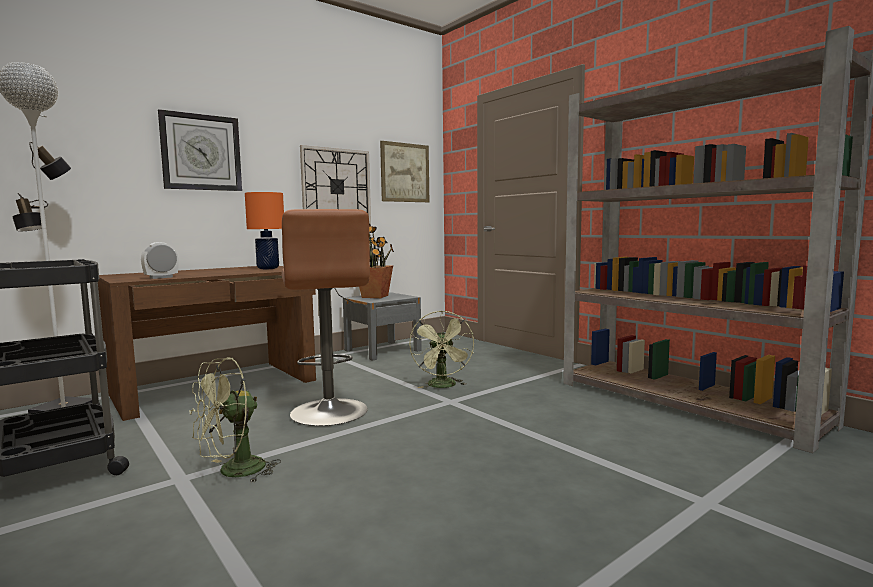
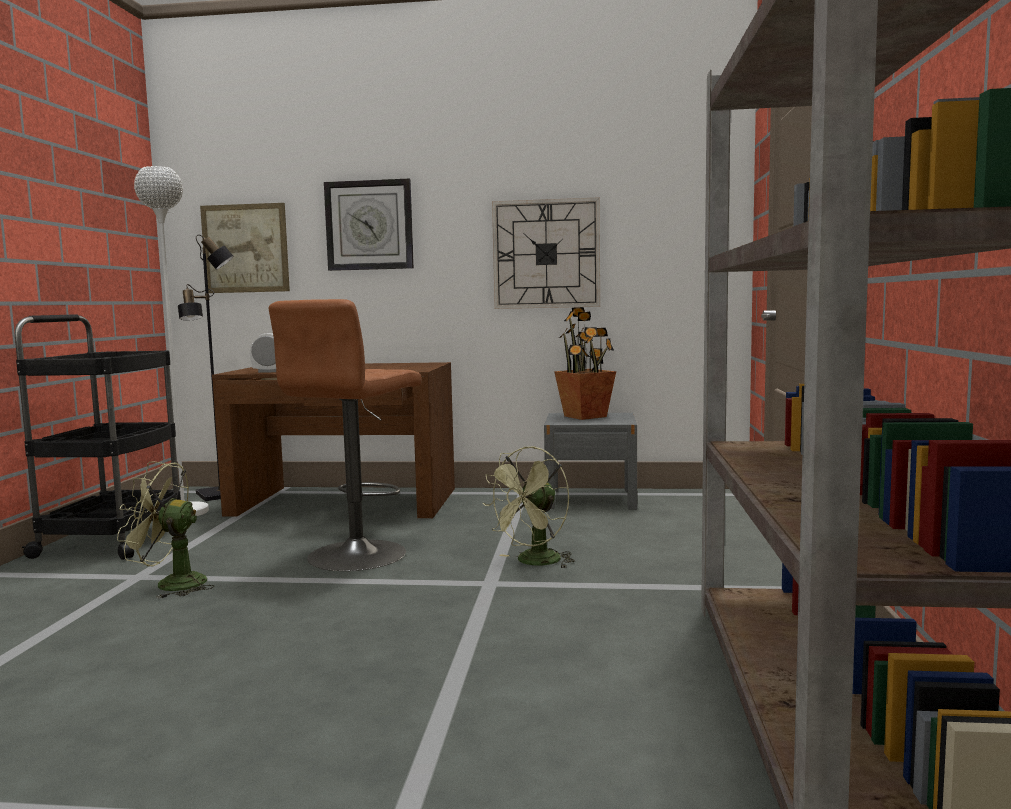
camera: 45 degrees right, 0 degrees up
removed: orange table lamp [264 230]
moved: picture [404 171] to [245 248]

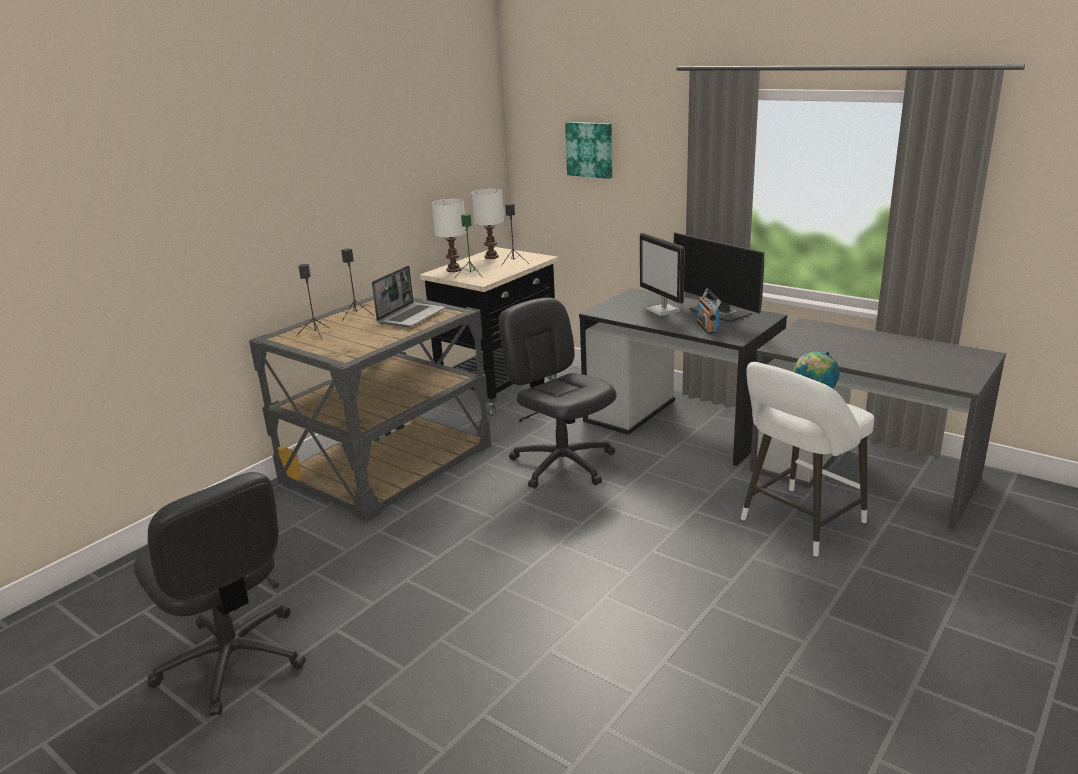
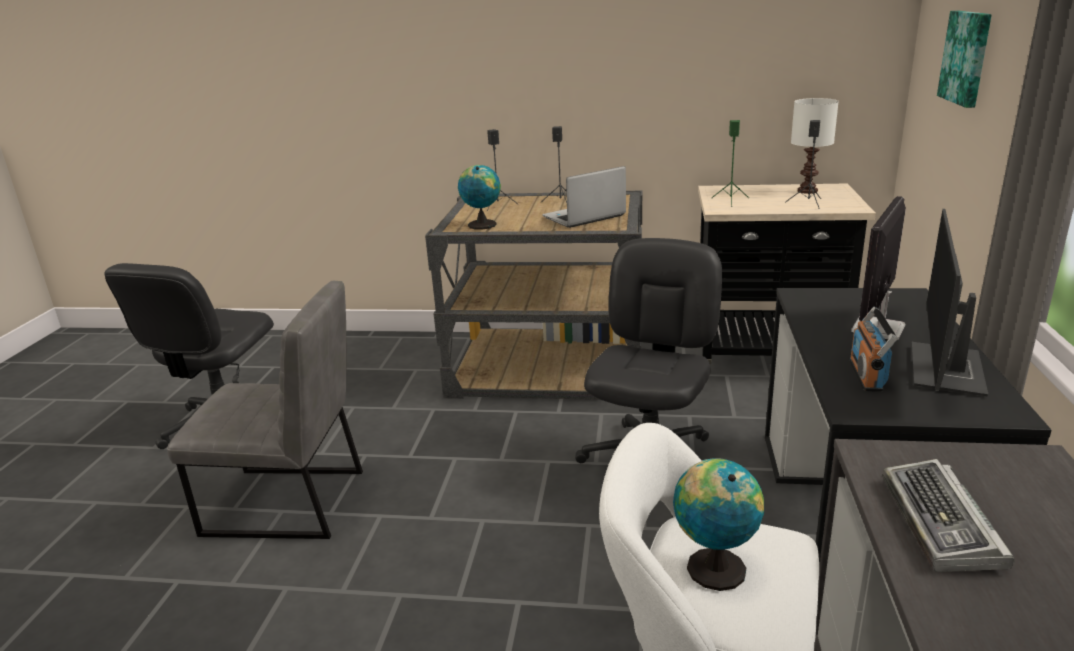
camera: 60 degrees right, 0 degrees up
removed: white table lamp [448 235]
added: globe [479 197]; grey chair [265 410]; keyboard [948 515]
turned: laptop [409 296] = [584 197] 150 degrees clockwise; radio [709 311] = [873 349] 45 degrees counterclockwise

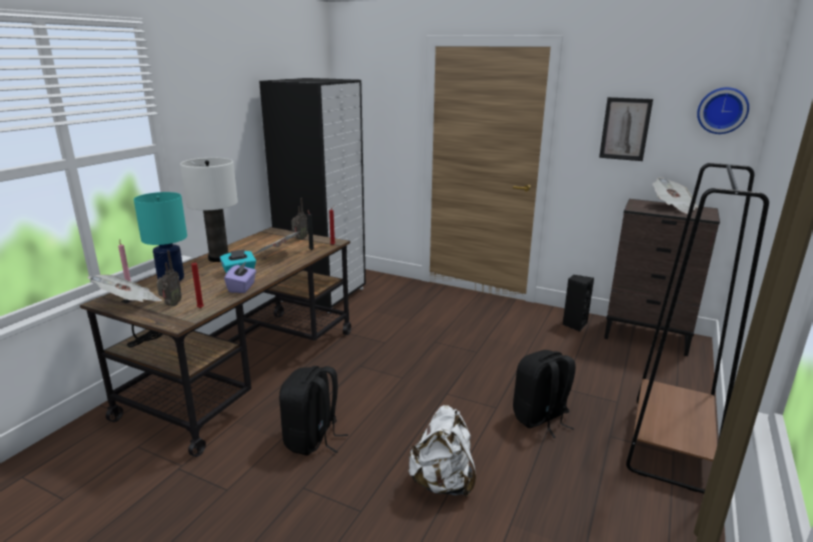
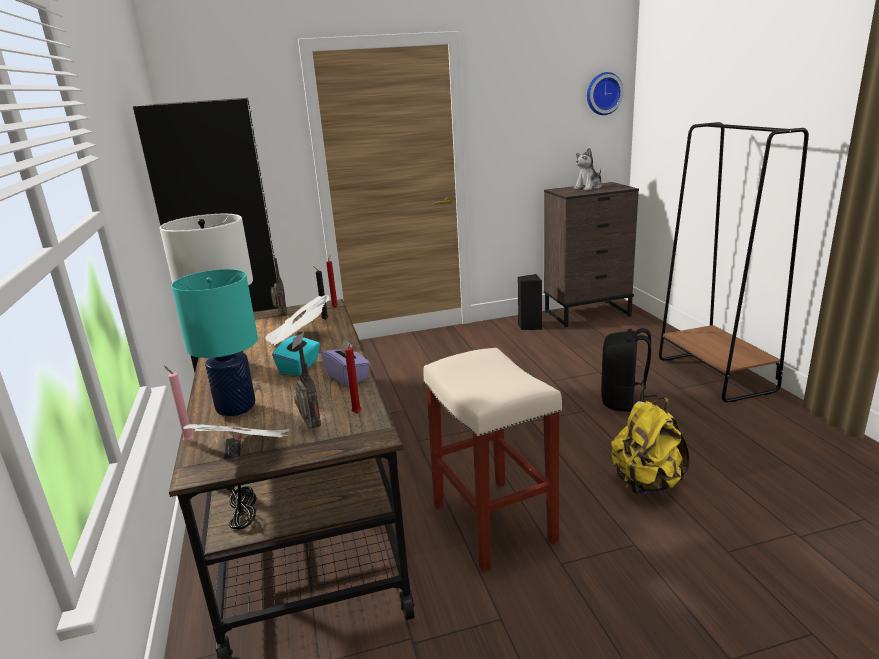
camera: 40 degrees left, 0 degrees up
removed: picture [626 129]
replaced: newspaper [676 195] to plush toy [587 169]; black backpack [313 411] to beige stool [492 459]
recoloured: white backpack [442 451] to yellow backpack [650 446]

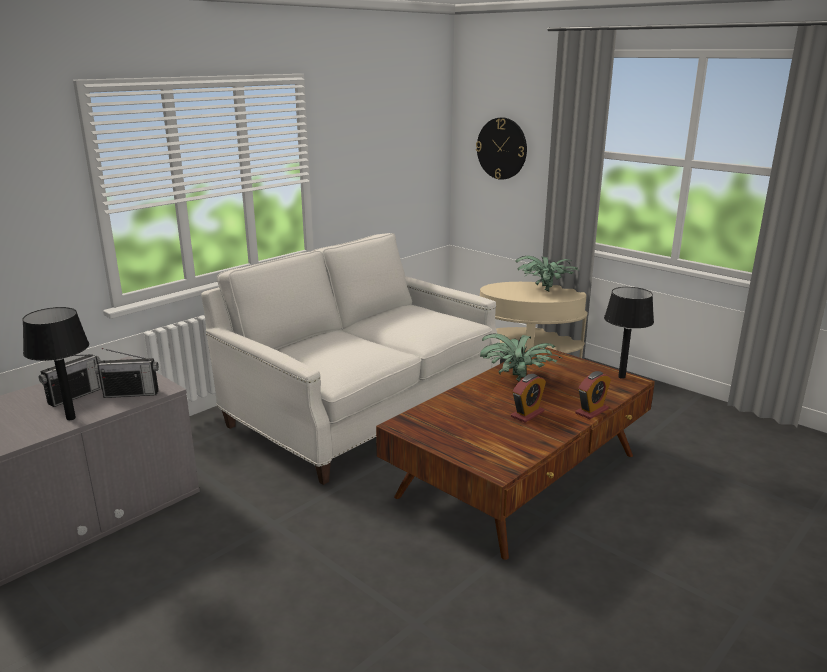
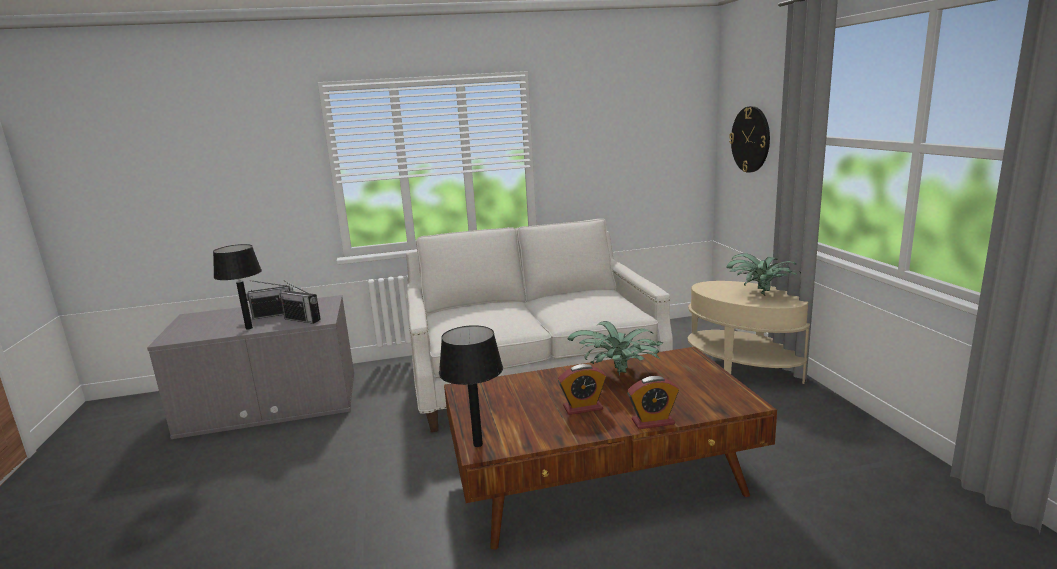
camera: 35 degrees right, 5 degrees down
moved: black table lamp [629 333] to [471 386]

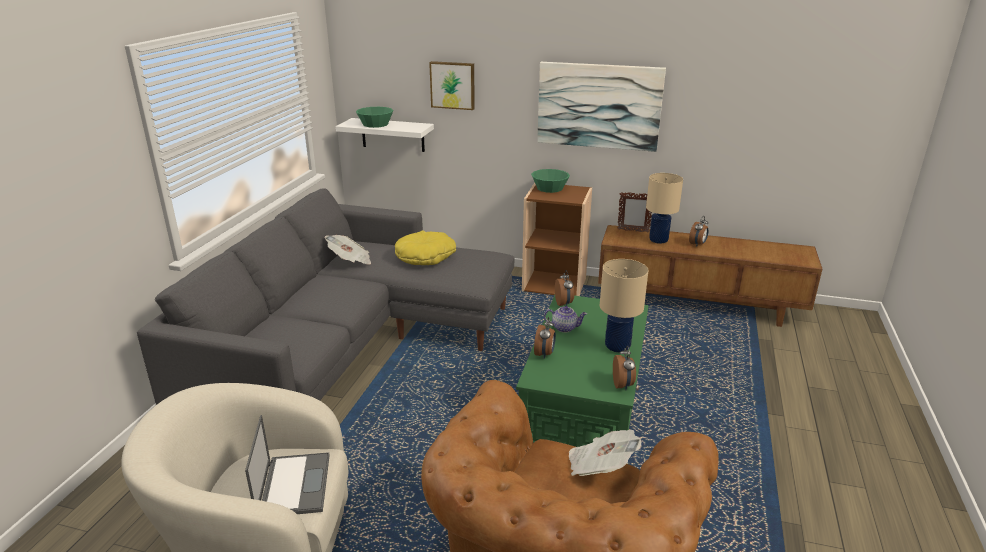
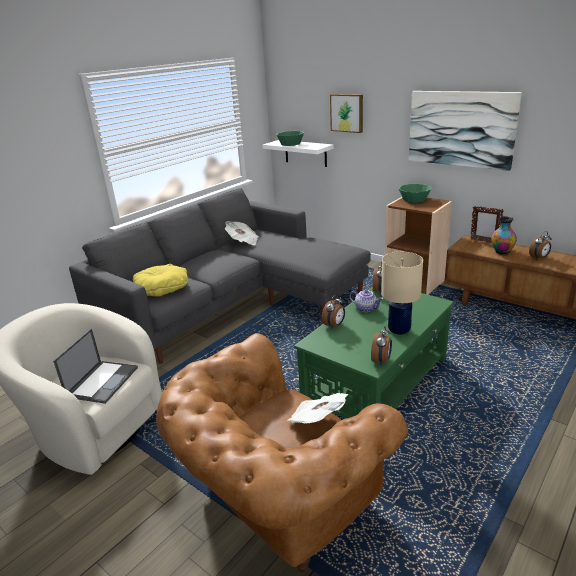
camera: 25 degrees right, 0 degrees up
moved: yellow pillow [425 247] to [160 280]
replaced: beige table lamp [664 208] to vase [504 235]

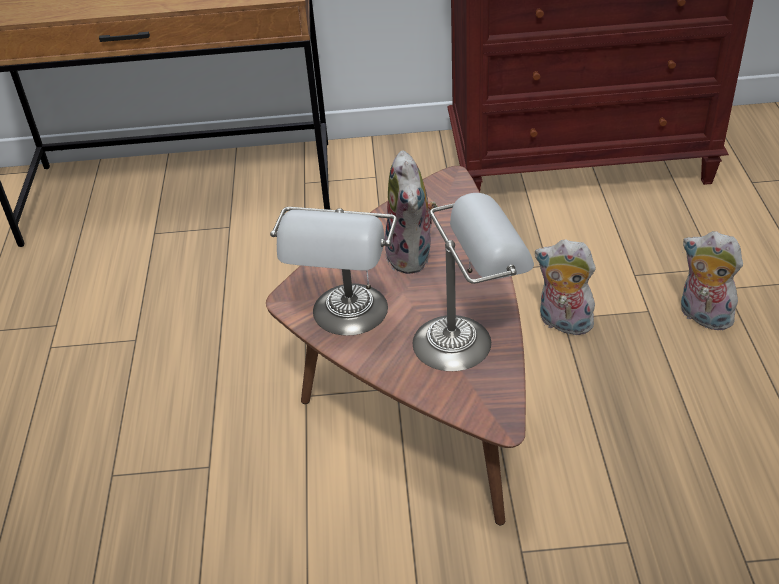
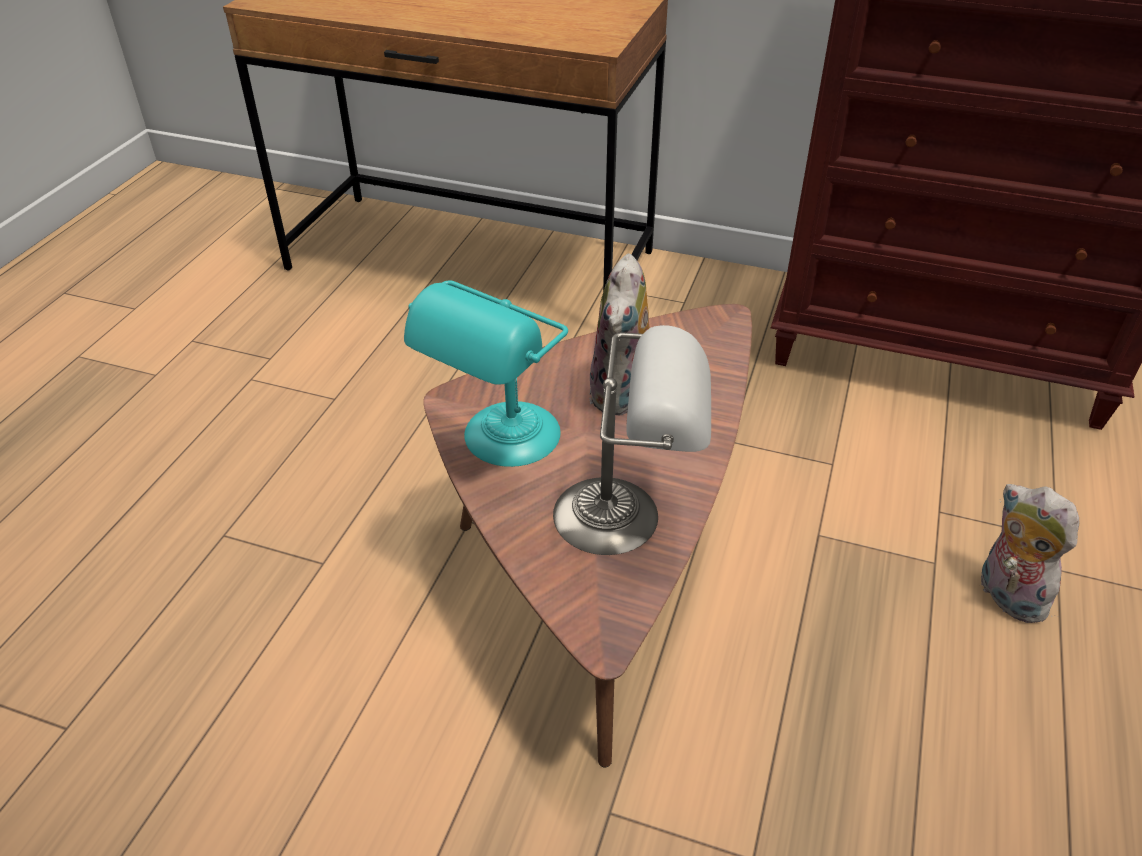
camera: 20 degrees right, 0 degrees up
removed: plush toy [566 287]
recoloured: white table lamp [333 271] to turquoise table lamp [486 373]

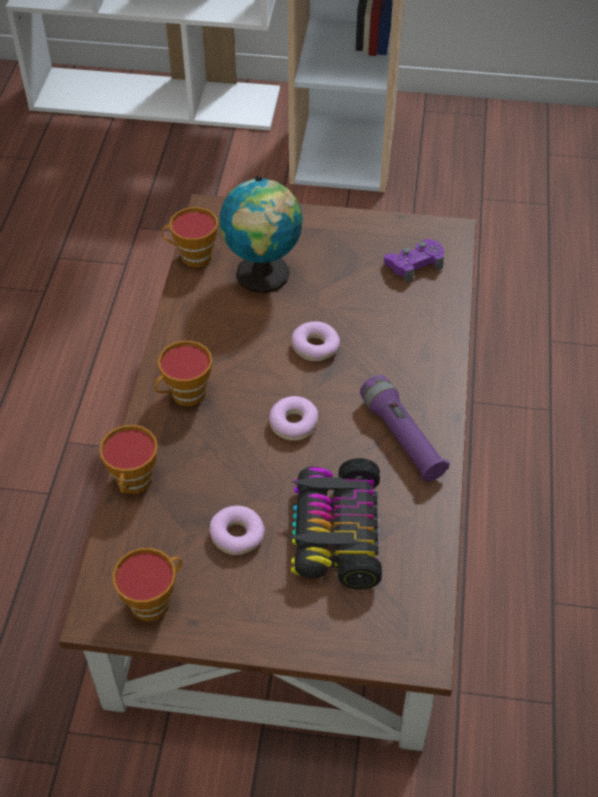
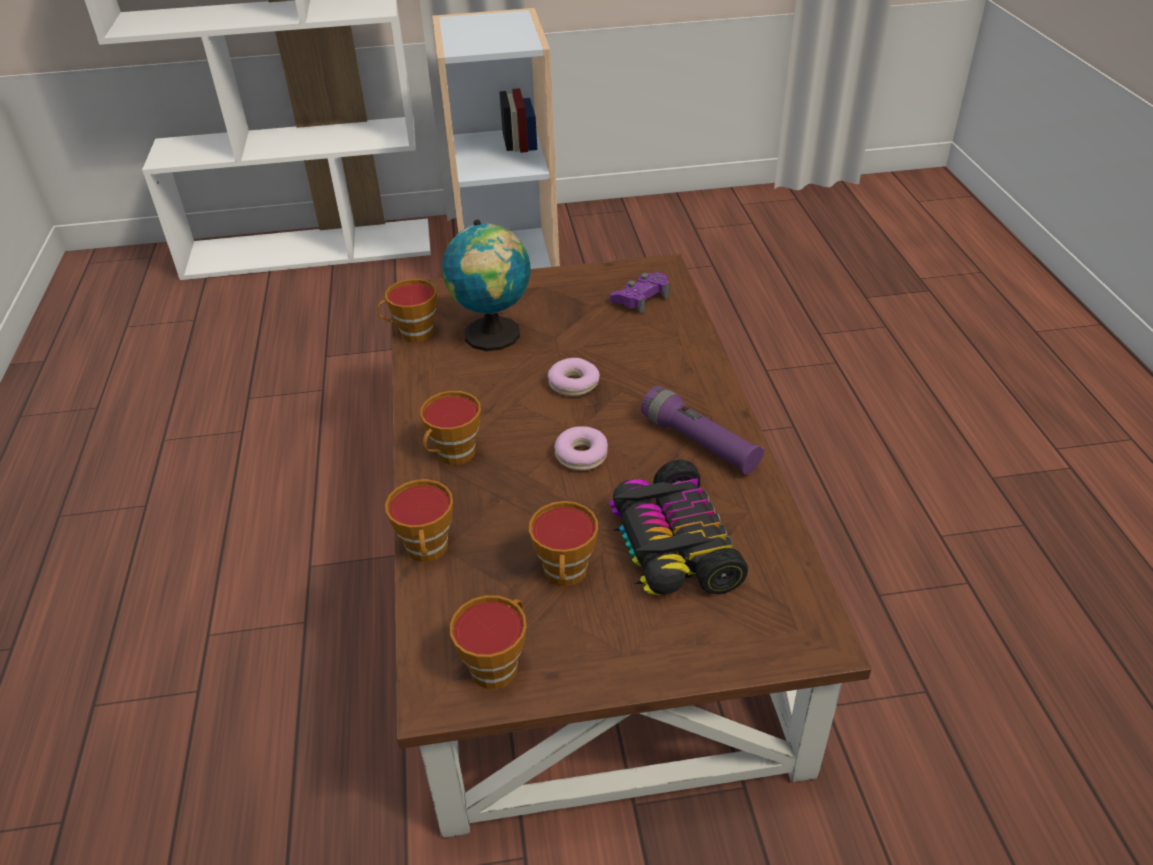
camera: 15 degrees left, 10 degrees down
replaced: donut [237 530] to cup [563 543]

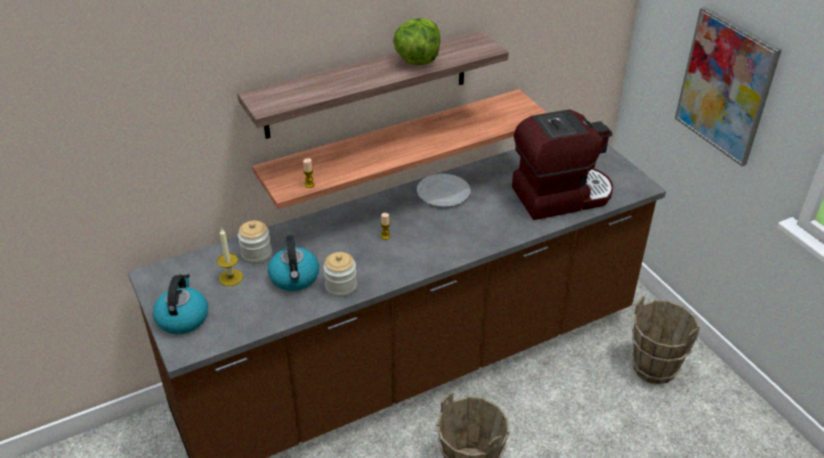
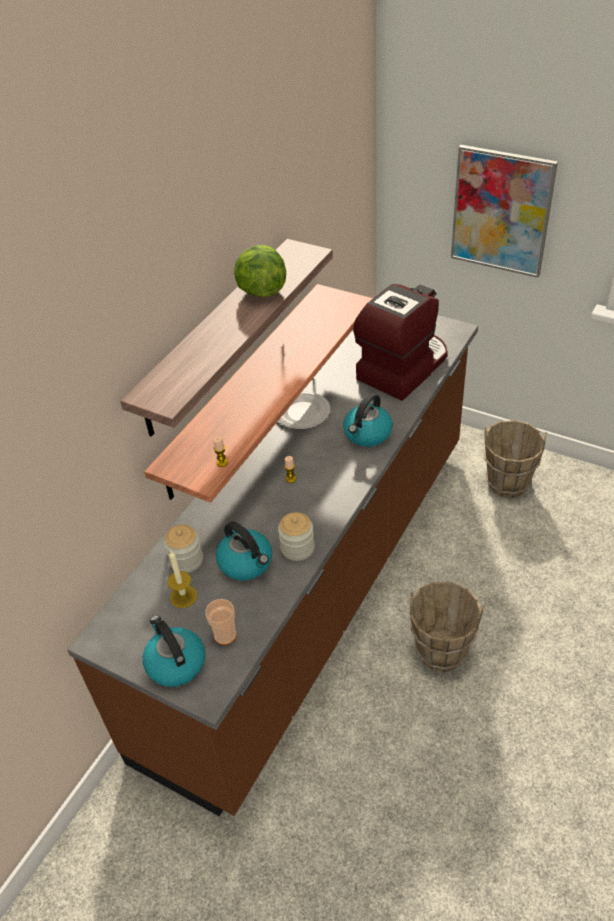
camera: 30 degrees left, 5 degrees up
added: kettle [368 420]; cup [221 622]

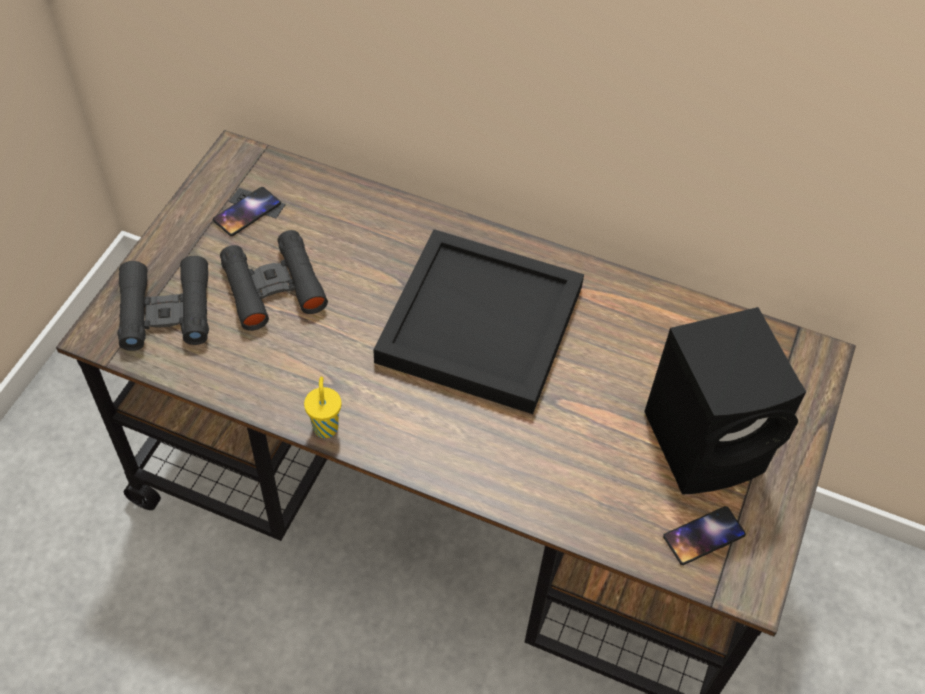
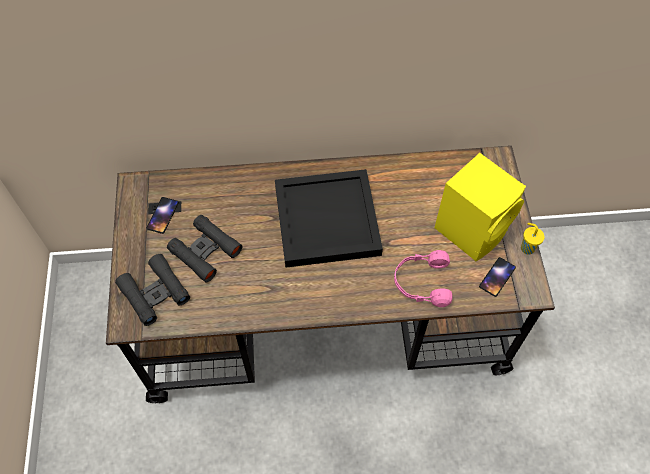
camera: 25 degrees left, 5 degrees up
added: pink headphones [423 278]
moved: yellow cup [322 407] to [532 239]
recoloured: black speaker [725 401] to yellow speaker [480 207]

